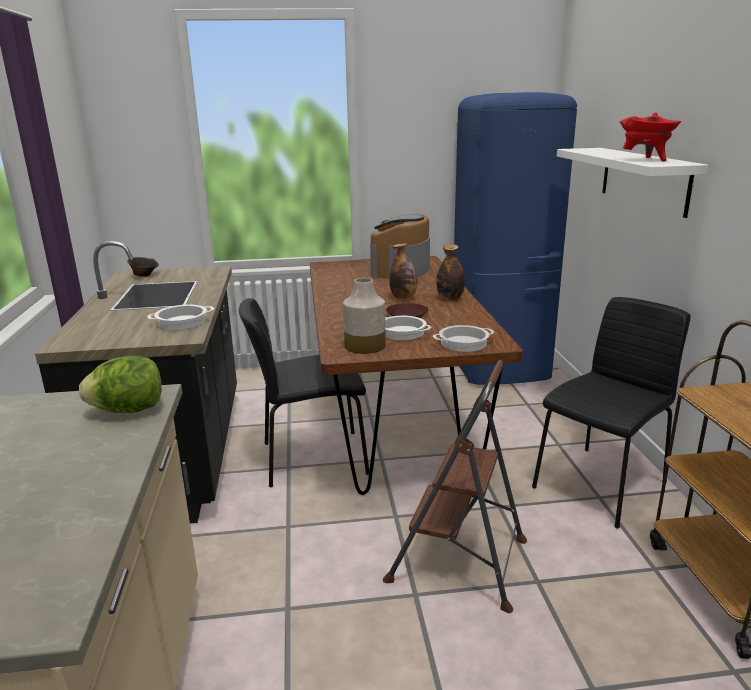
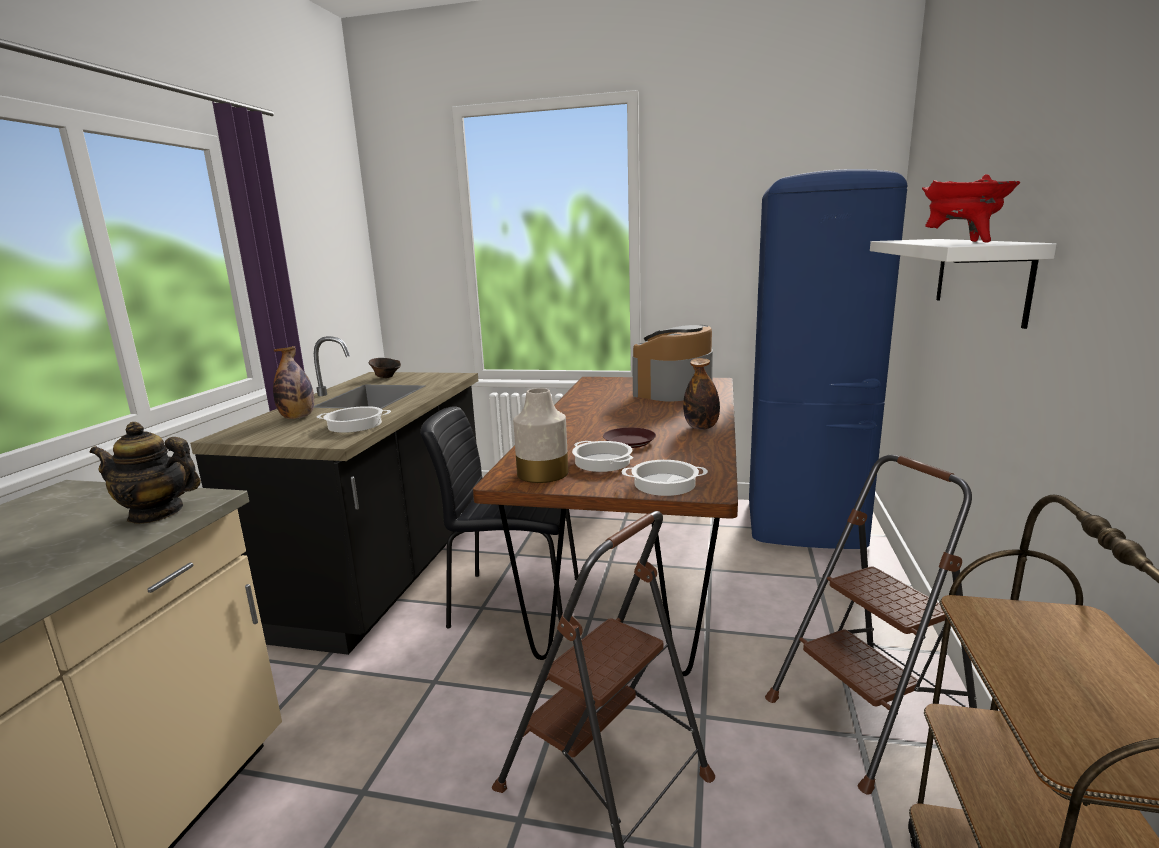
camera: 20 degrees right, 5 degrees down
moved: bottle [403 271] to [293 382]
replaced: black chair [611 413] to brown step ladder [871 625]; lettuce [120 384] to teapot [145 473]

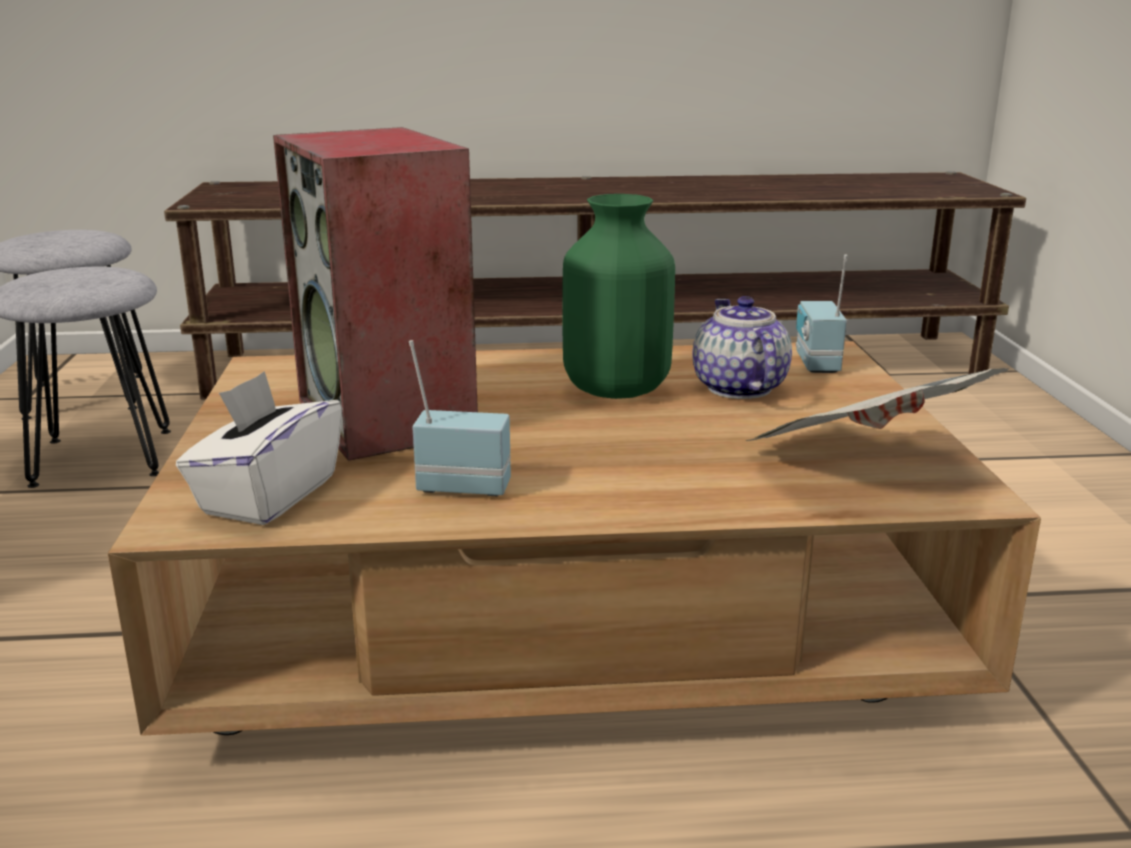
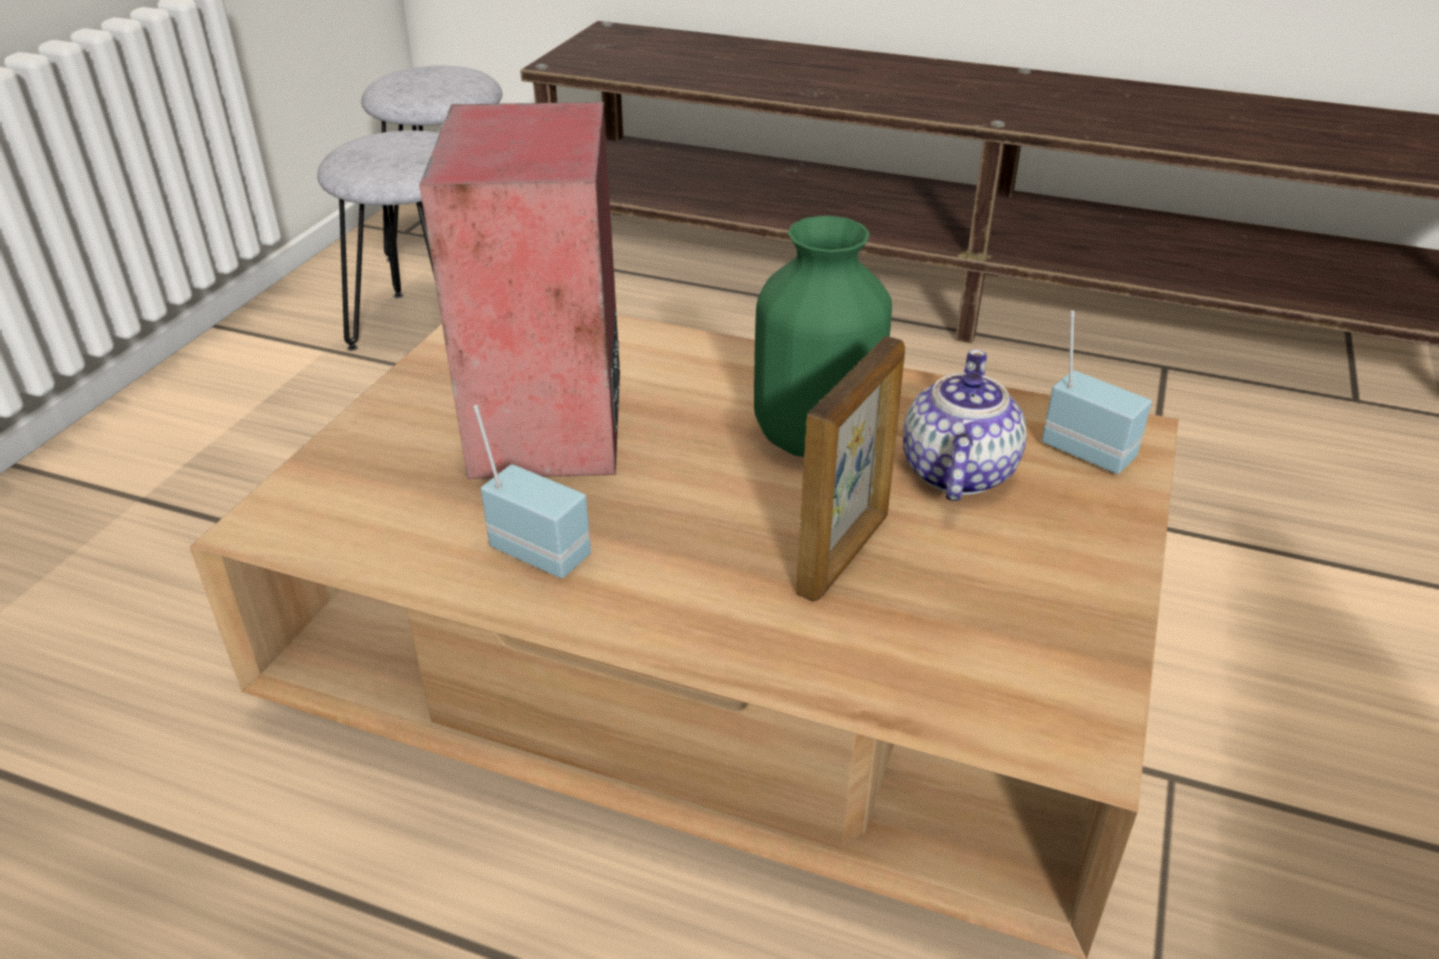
camera: 25 degrees right, 15 degrees up
removed: newspaper [877 404]; white tissue box [259 448]
added: picture frame [850 469]
turned: radio [822 313] = [1097 392] 105 degrees clockwise

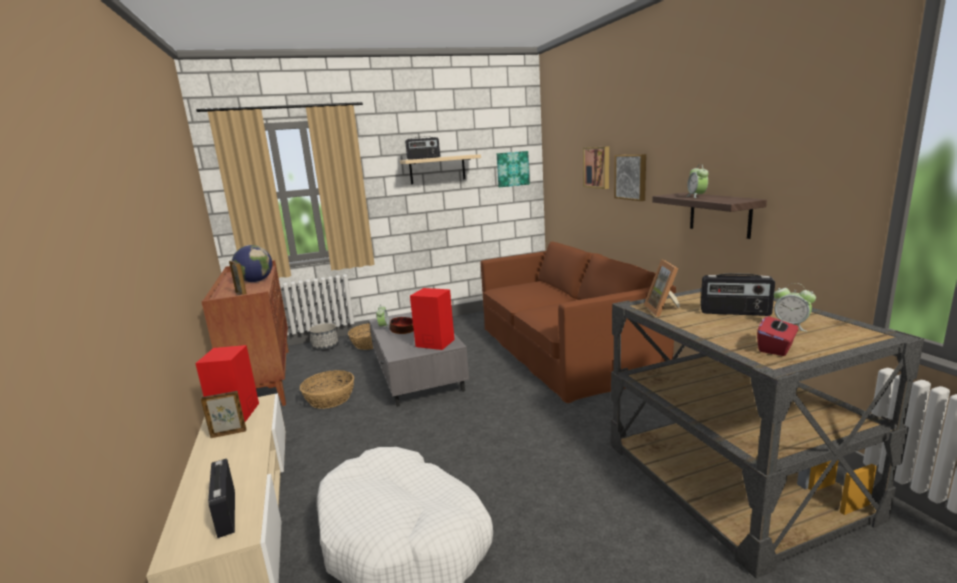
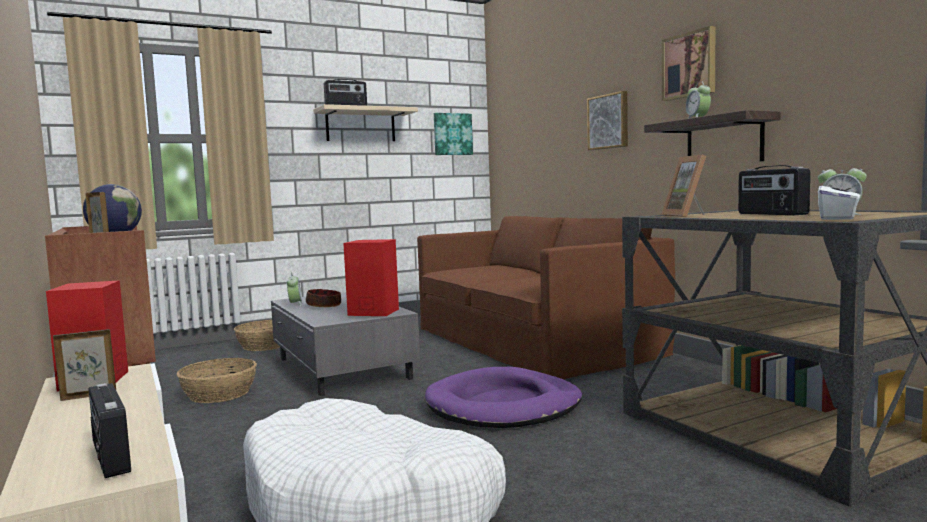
camera: 10 degrees left, 10 degrees down
removed: planter [324 337]
added: purple dog bed [503 397]
moved: picture [596 168] to [688 63]
recoloured: red tissue box [777 334] to white tissue box [839 198]
turned: radio [738 294] = [774 190] 60 degrees clockwise

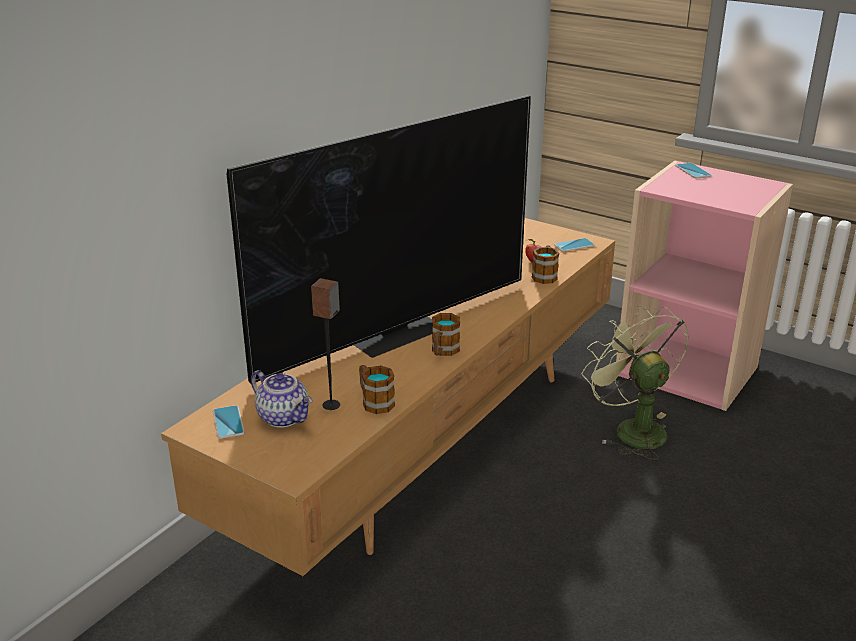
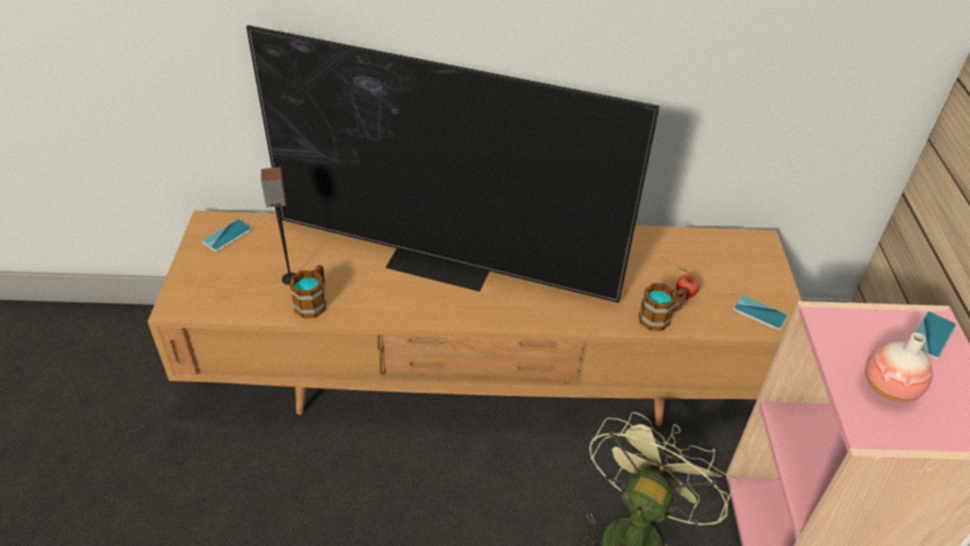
camera: 55 degrees right, 15 degrees up
removed: mug [446 334]; teapot [282 399]
added: vase [899 367]

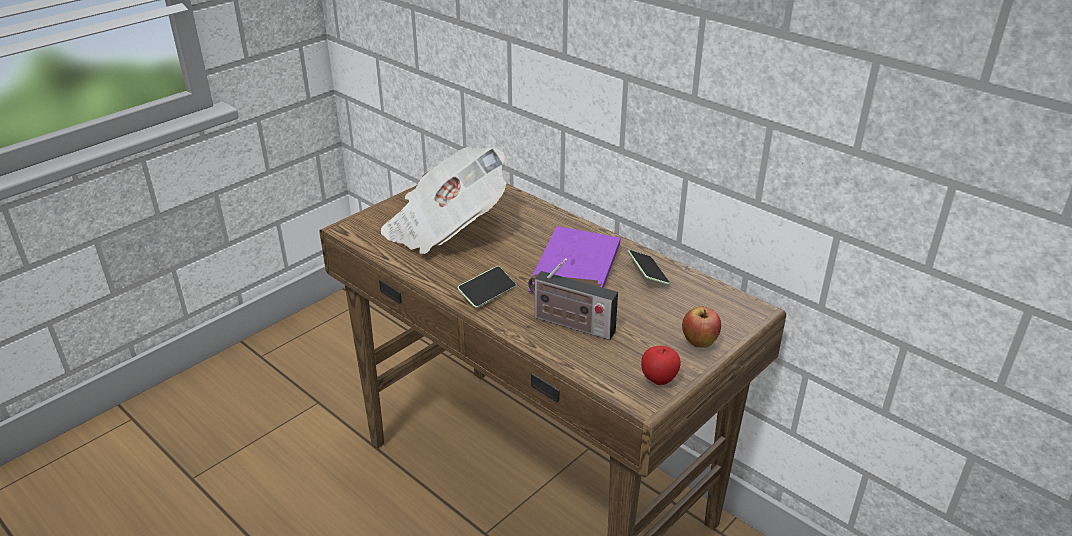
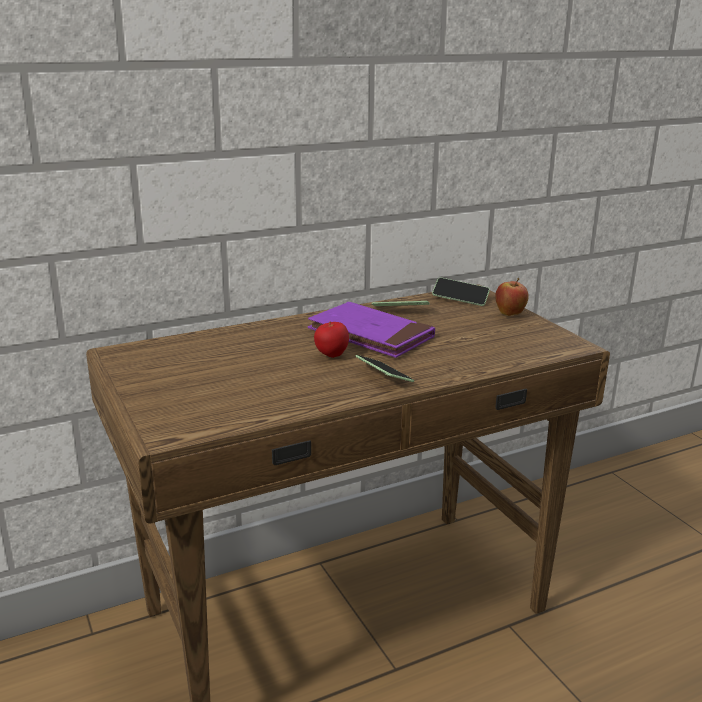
camera: 70 degrees left, 10 degrees down
removed: newspaper [443 200]; radio [573 299]
added: phone [461 292]
moved: apple [661 365] to [331 339]

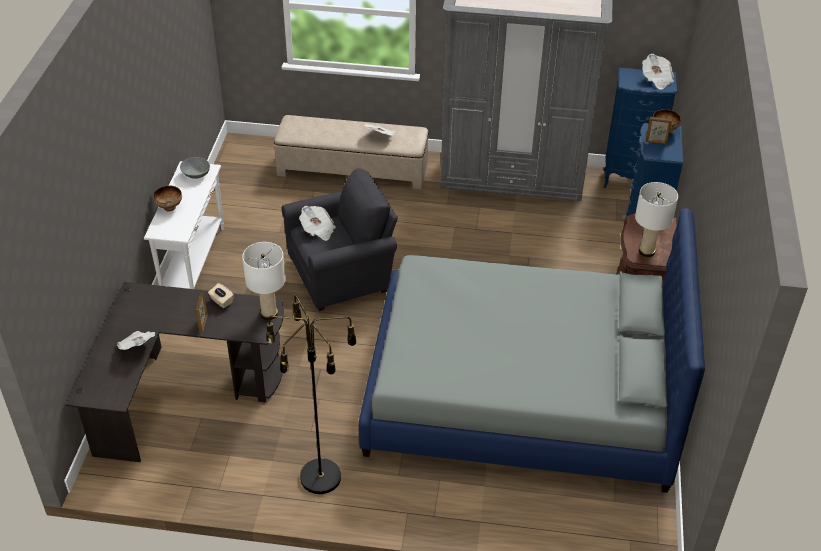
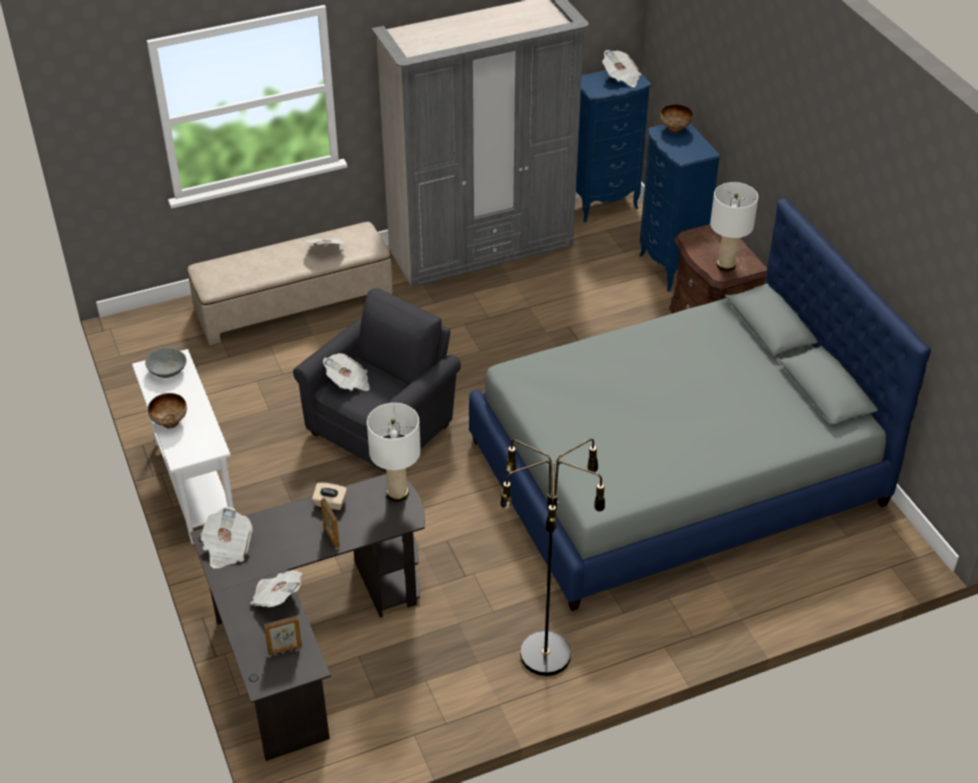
camera: 30 degrees left, 0 degrees up
added: newspaper [226 538]
moved: picture frame [658 131] to [283 635]

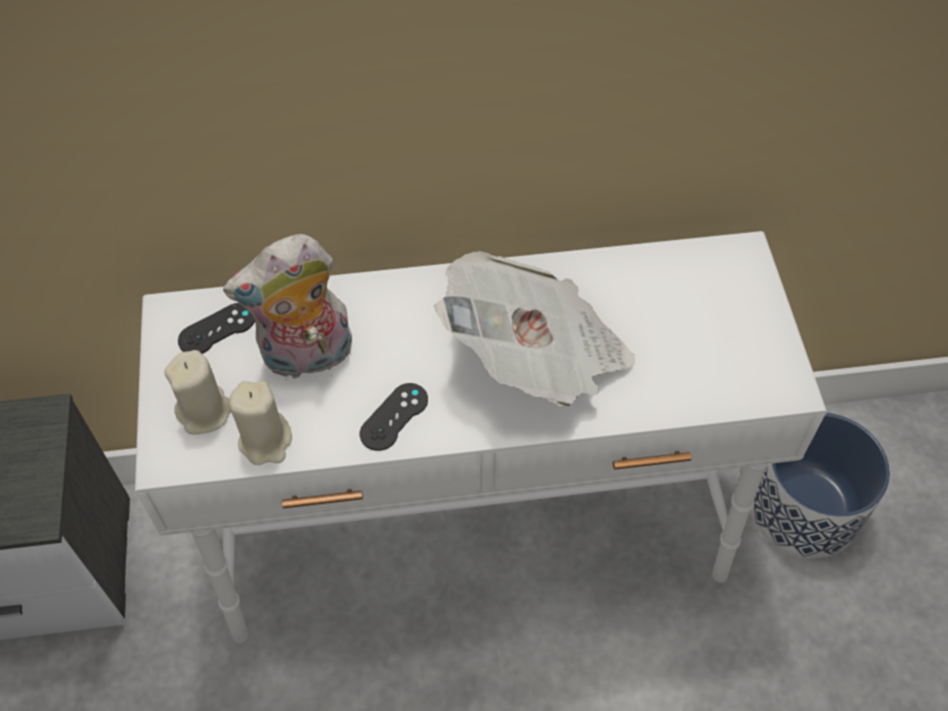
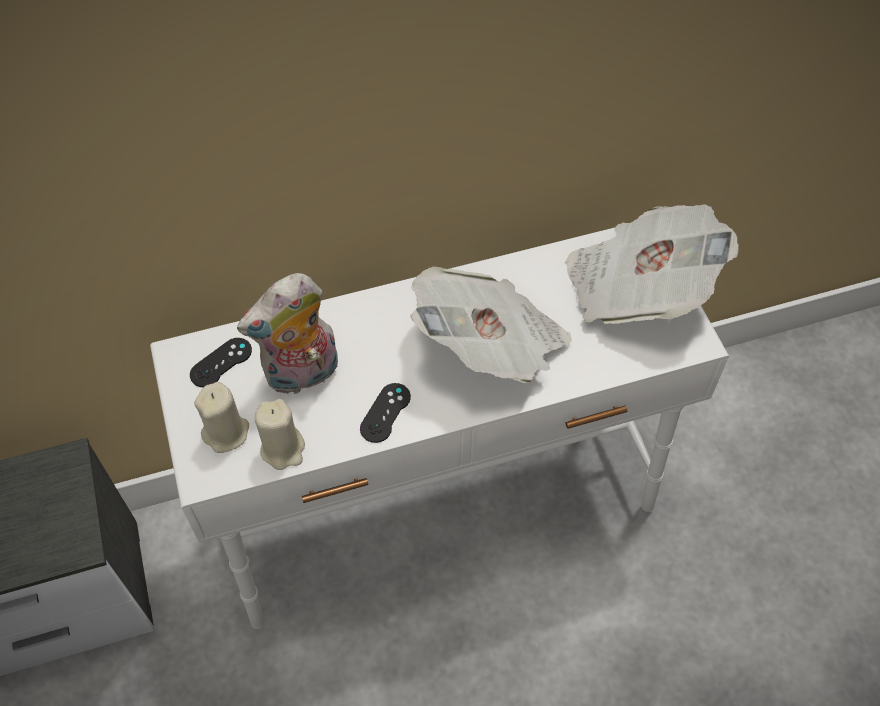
camera: 10 degrees left, 0 degrees up
removed: planter [820 486]
added: newspaper [652 264]

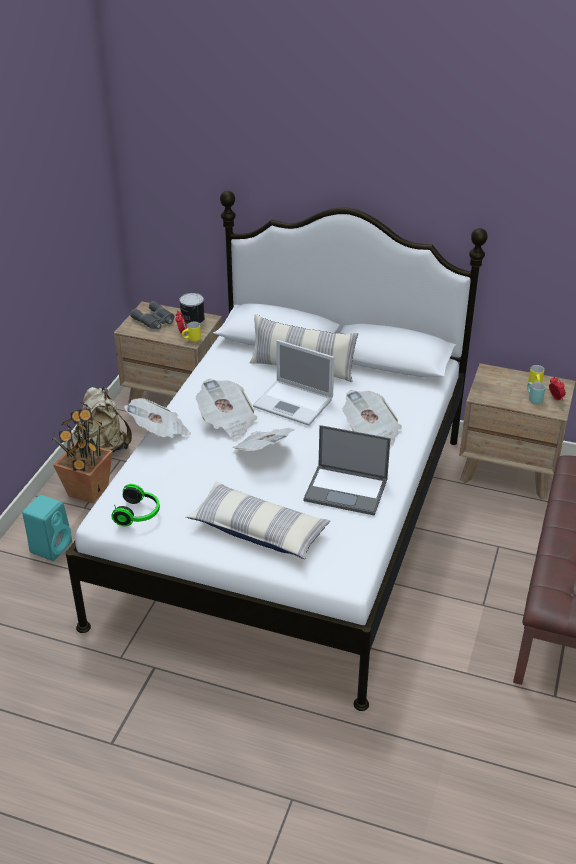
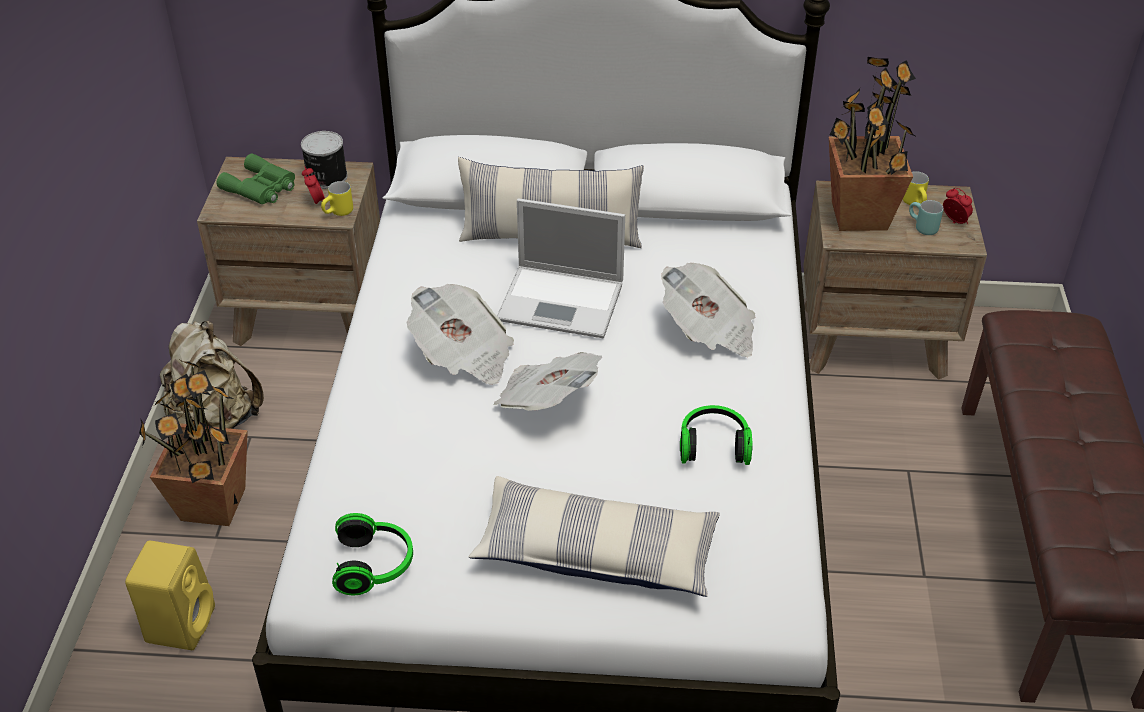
camera: 15 degrees left, 5 degrees up
removed: newspaper [157 418]
added: potted plant [873 144]
replaced: laptop [347 470] to headphones [716 435]
recoloured: grey binoculars [152 315] to green binoculars [256 179]; turquoise speaker [47 528] to yellow speaker [170 595]

